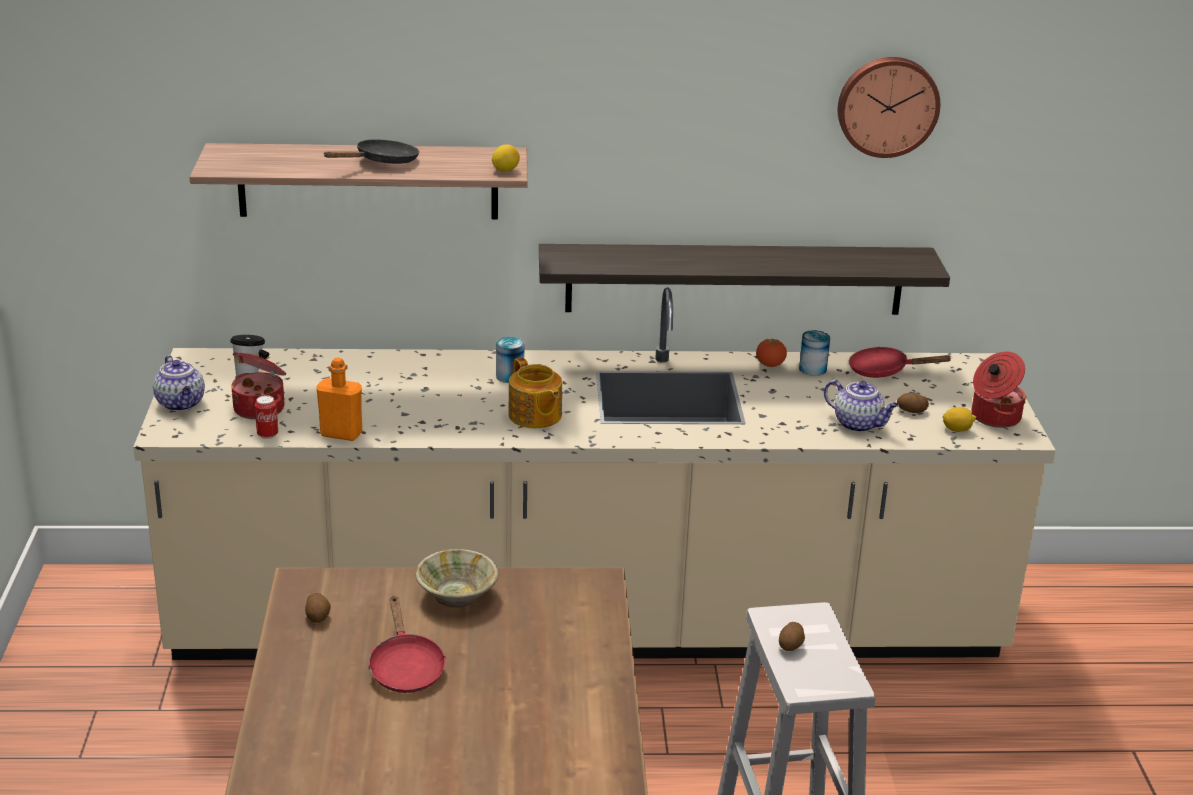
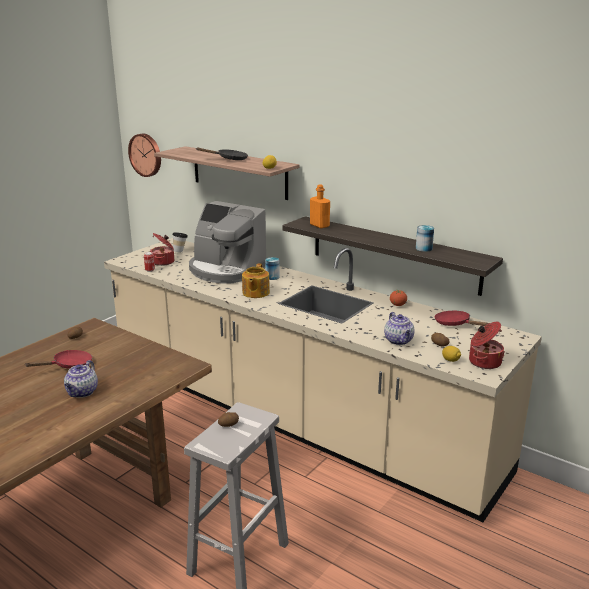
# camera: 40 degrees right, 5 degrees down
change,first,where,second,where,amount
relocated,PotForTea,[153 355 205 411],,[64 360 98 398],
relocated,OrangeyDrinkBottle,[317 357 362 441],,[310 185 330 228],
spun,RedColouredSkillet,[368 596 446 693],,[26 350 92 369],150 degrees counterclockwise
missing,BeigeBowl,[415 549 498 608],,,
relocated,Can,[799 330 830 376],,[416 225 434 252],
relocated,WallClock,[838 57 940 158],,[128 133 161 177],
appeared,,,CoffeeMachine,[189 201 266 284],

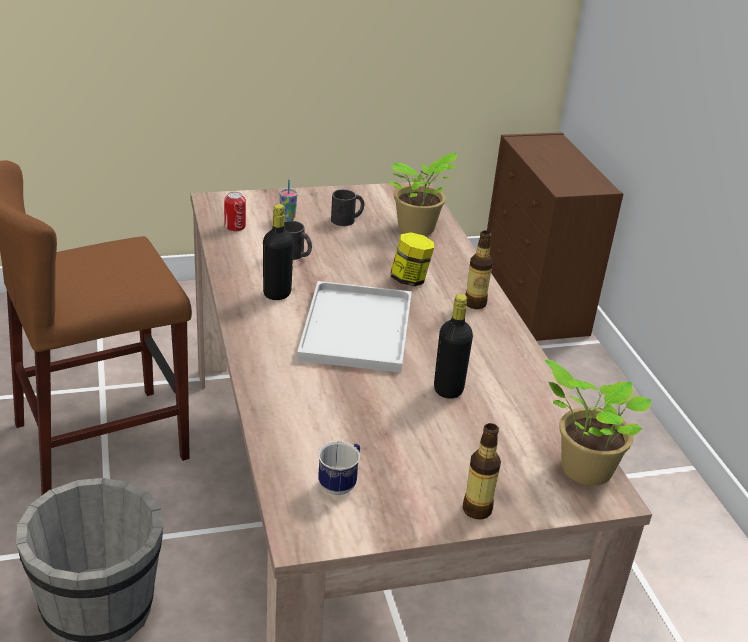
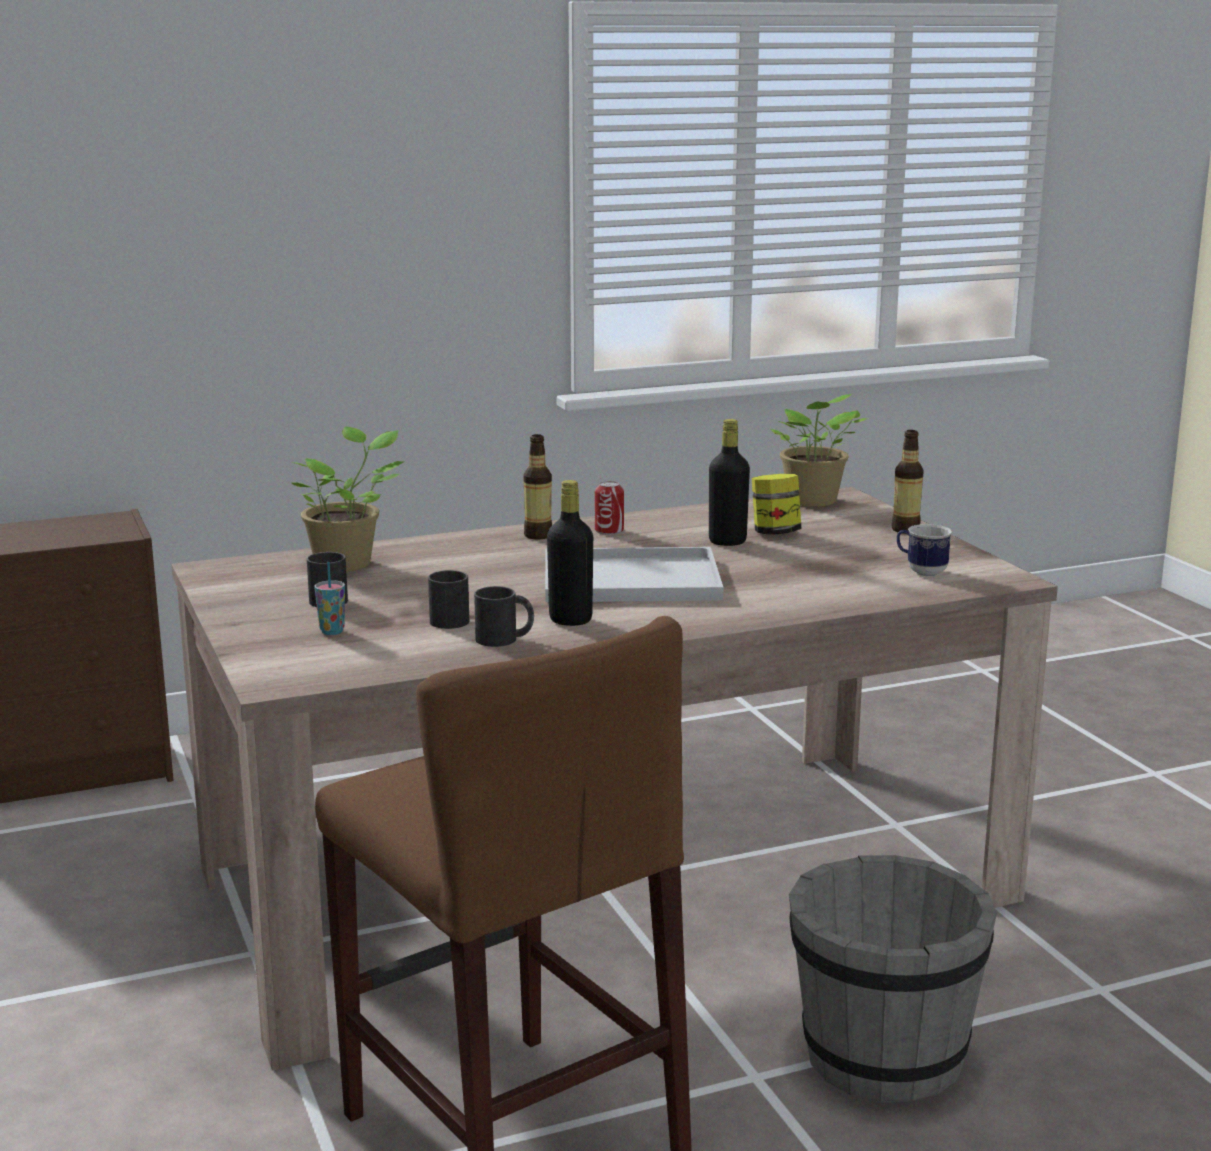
# camera: 95 degrees left, 15 degrees down
change,first,where,second,where,amount
relocated,Can,[224 192 246 232],,[595 481 624 535],
relocated,PreserveJar,[391 232 434 286],,[752 474 802 534],
appeared,,,BlackMug,[474 586 534 647],

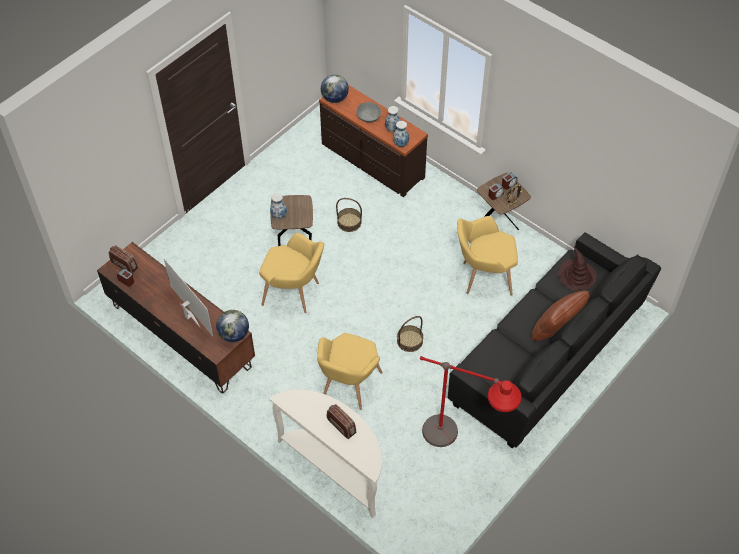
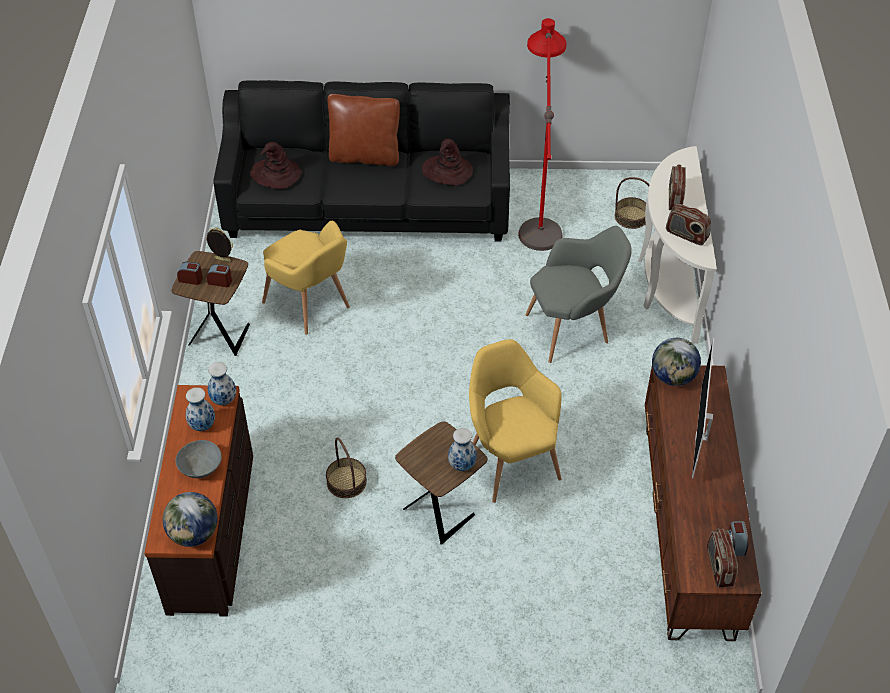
# camera: 130 degrees left, 5 degrees down
change,first,where,second,where,amount
colour,YellowEasyChair,[317 333 383 410],GreyishEasyChair,[525 226 632 363],
relocated,HouseholdBasket,[397 316 423 352],,[615 177 650 229],
appeared,,,BrownColouredClothingHat,[422 139 473 185],
appeared,,,RadioSet,[666 204 711 245],

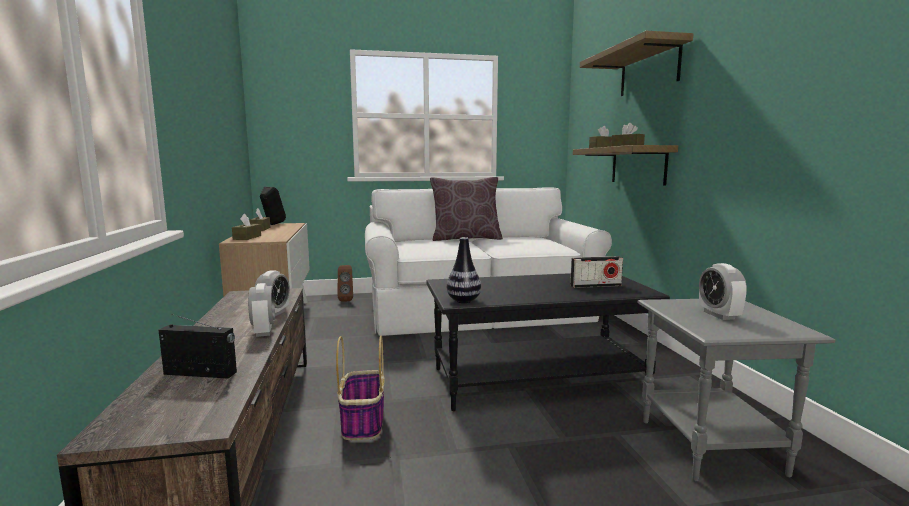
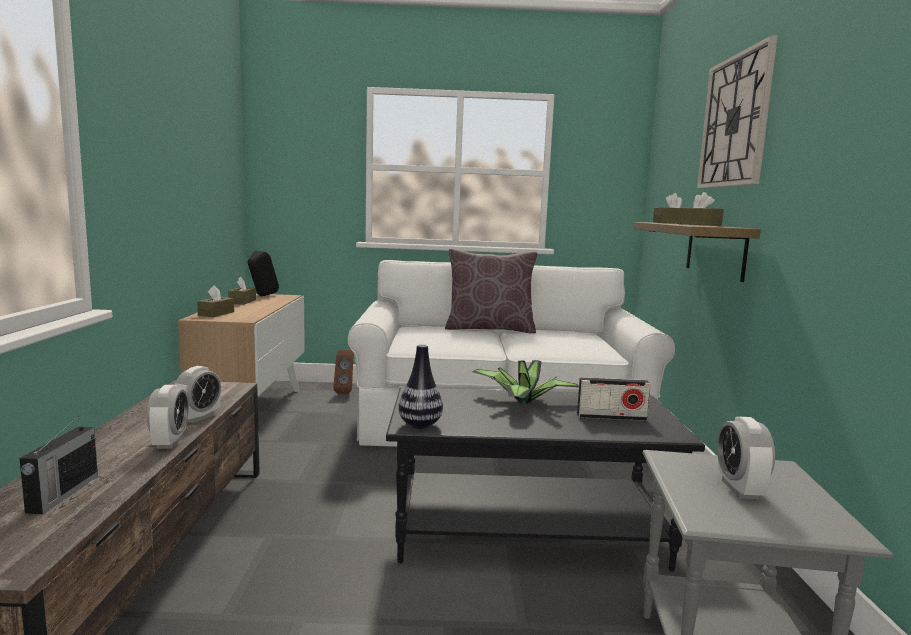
# camera: 10 degrees right, 0 degrees up
change,first,where,second,where,amount
spun,RadioSet,[159 314 237 379],,[19 416 98 514],75 degrees clockwise
missing,HouseholdBasket,[336 335 385 440],,,
exchanged,WallShelf,[580 31 693 96],WallClock,[697 35 778 188],
appeared,,,PlantInAPot,[473 360 579 404],

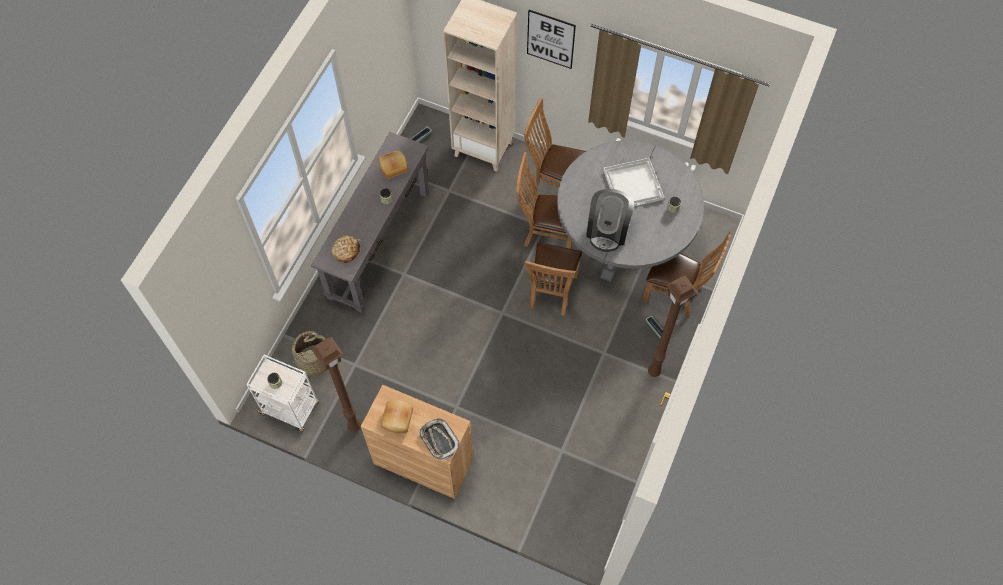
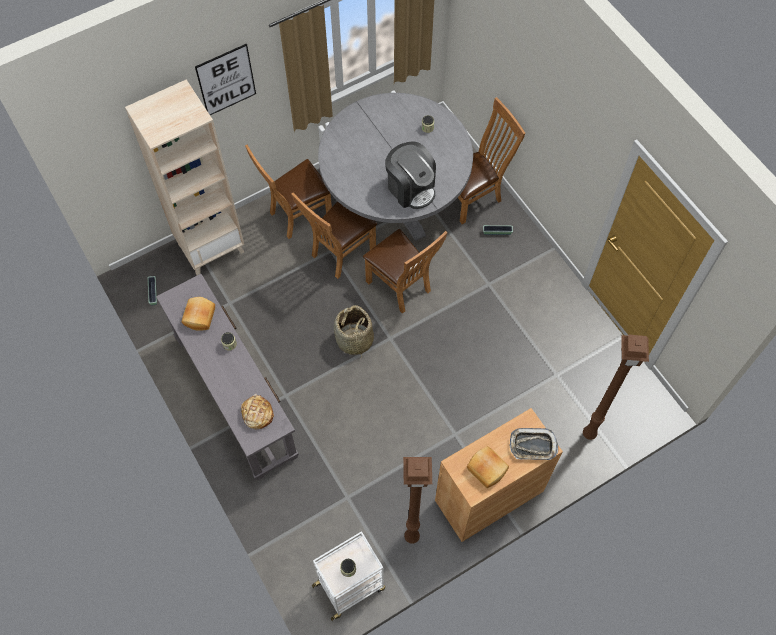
# camera: 55 degrees left, 0 degrees up
change,first,where,second,where,amount
relocated,HouseholdBasket,[292 331 327 376],,[334 305 374 359],
missing,WhitishTray,[603 158 664 206],,,
relocated,BrownColouredStandardLamp,[648 275 697 377],,[583 334 649 440],

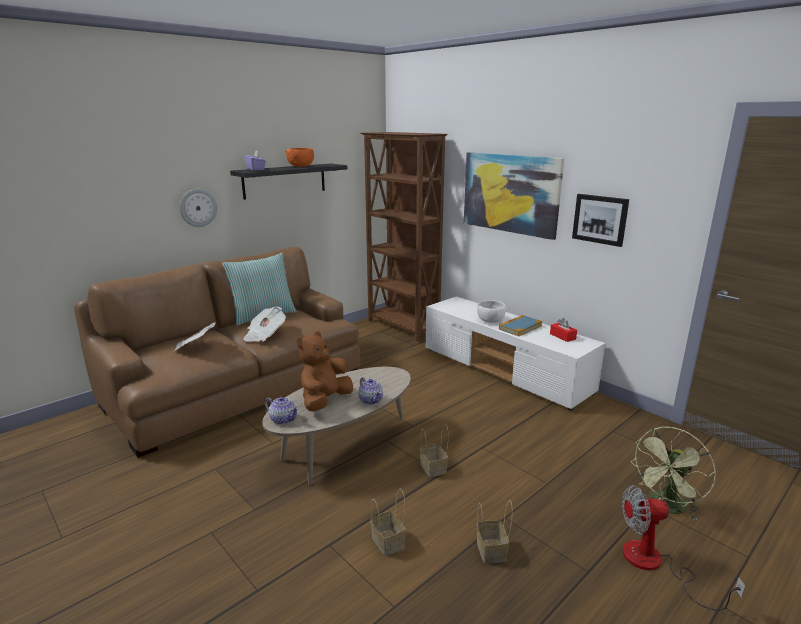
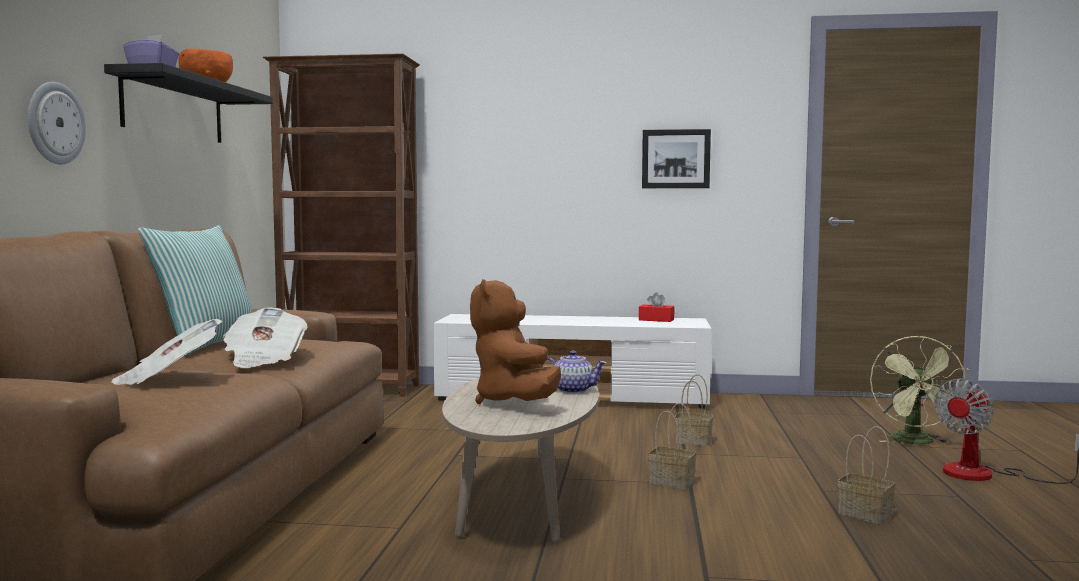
# camera: 40 degrees left, 15 degrees down
change,first,where,second,where,amount
missing,PotForTea,[265 397 299 424],,,
relocated,HouseholdBasket,[370 489 406 556],,[674 374 713 446],
missing,WallPicture,[464 152 564 240],,,
missing,WhitishBowl,[477 300 507 323],,,
missing,BoundBook,[499 315 543 336],,,

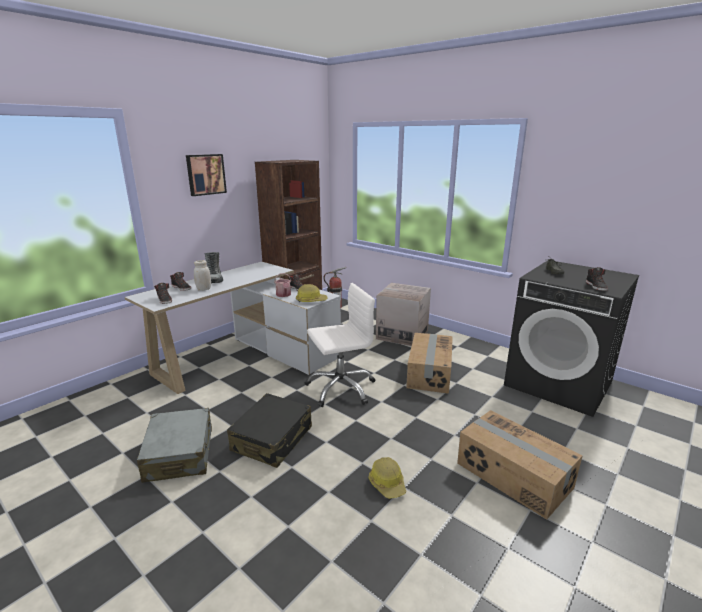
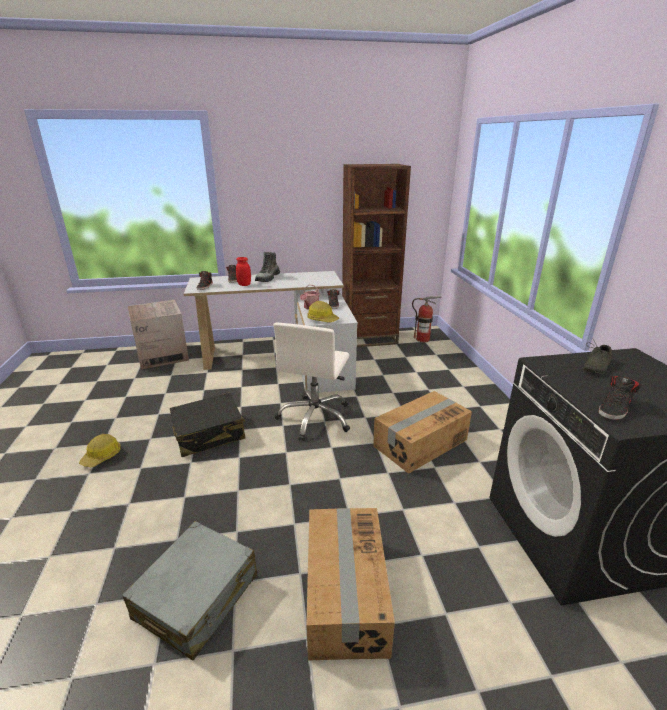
# camera: 40 degrees right, 5 degrees up
change,first,where,second,where,amount
relocated,GreyishSuitcase,[137 408 212 483],,[122 521 257 660],
missing,WallPicture,[186 154 227 196],,,
colour,WhitishPreserveJar,[194 260 211 291],RedColouredPreserveJar,[236 257 251 286],
spun,WhitishOfficeChair,[305 283 375 407],,[274 323 350 441],90 degrees clockwise
relocated,HardHat,[369 457 406 499],,[79 434 121 467],
relocated,PackingBox,[376 283 431 346],,[128 300 189 370],

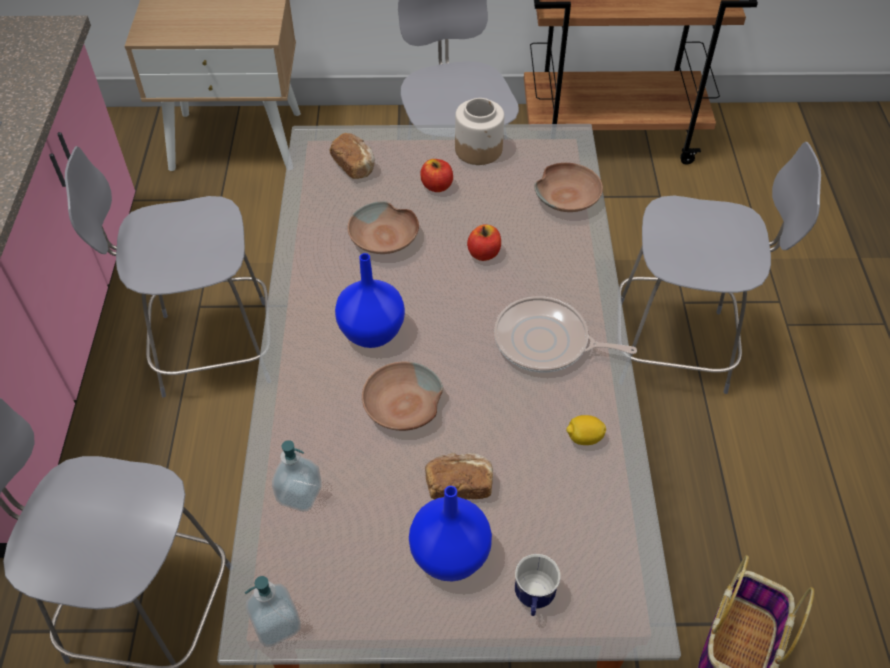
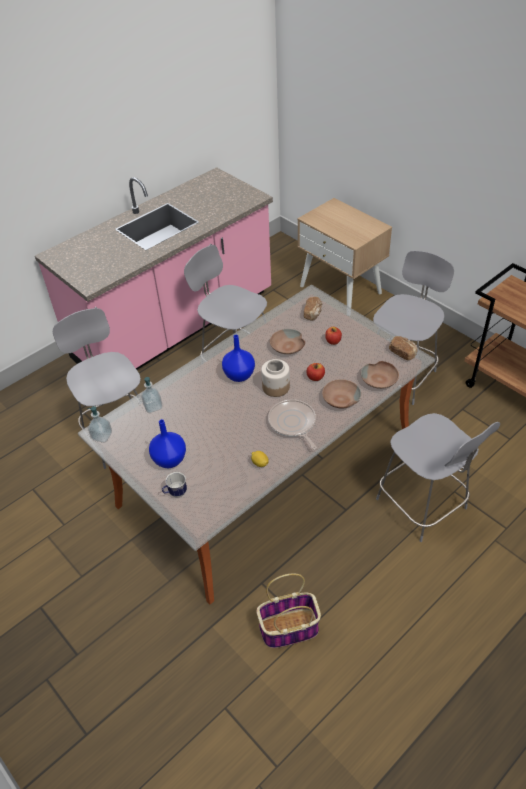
# camera: 50 degrees right, 5 degrees down
change,first,where,second,where,amount
relocated,BrownColouredBowl,[362 362 443 431],,[322 379 361 409],
relocated,BakedBread,[425 453 493 499],,[389 336 418 360],
relocated,PreserveJar,[455 98 504 165],,[261 359 290 397],

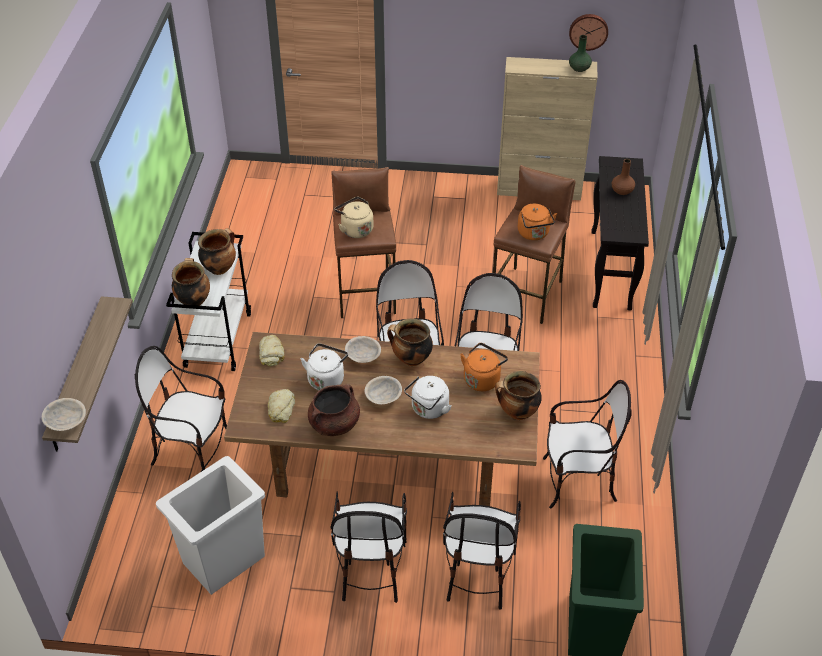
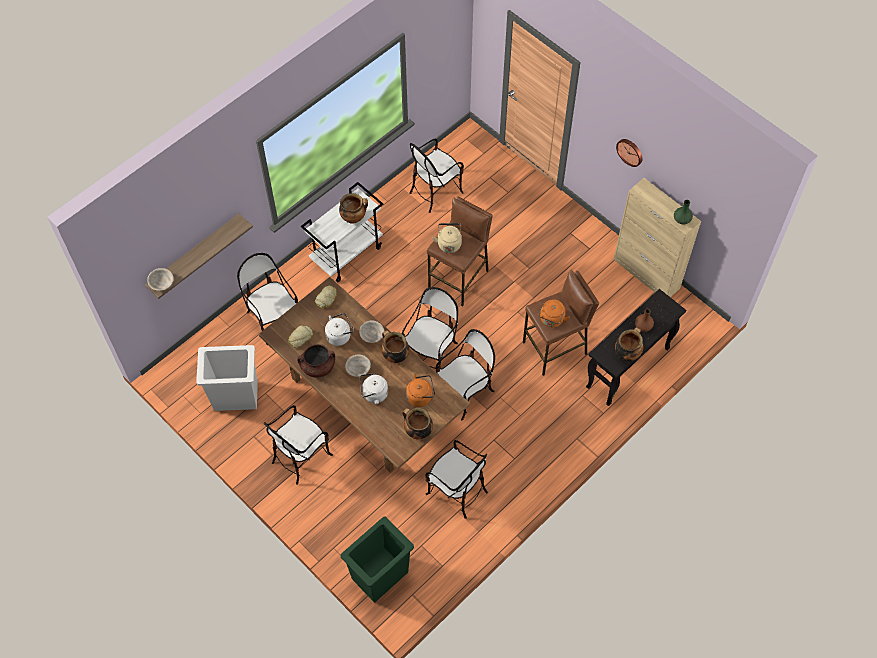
# camera: 40 degrees right, 15 degrees up
change,first,where,second,where,amount
relocated,Stockpot,[172 258 210 306],,[615 327 643 361],
relocated,Chair,[443 492 521 609],,[409 138 464 213],
relocated,WallClock,[569 14 608 51],,[616 139 642 167],

